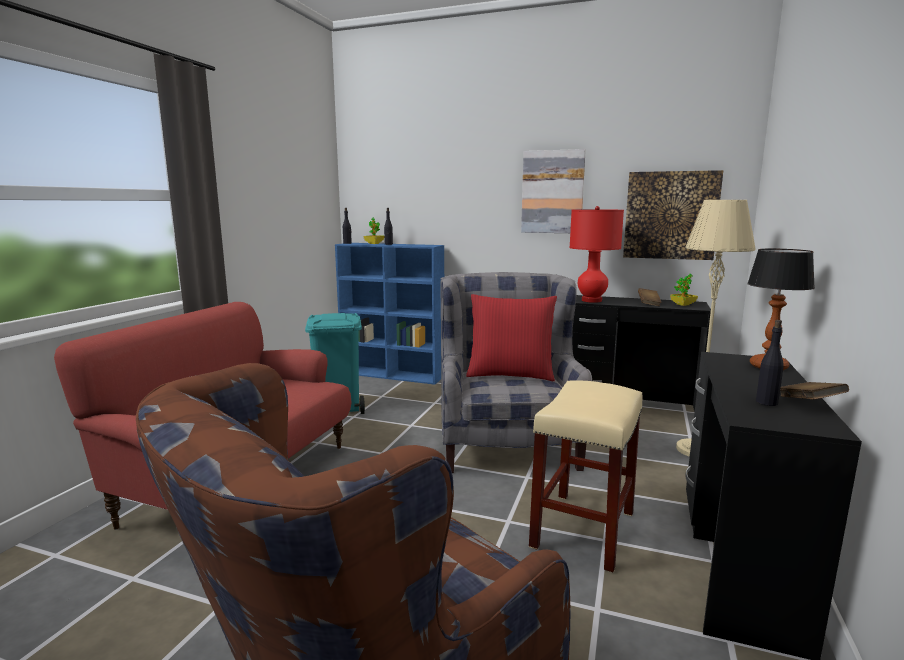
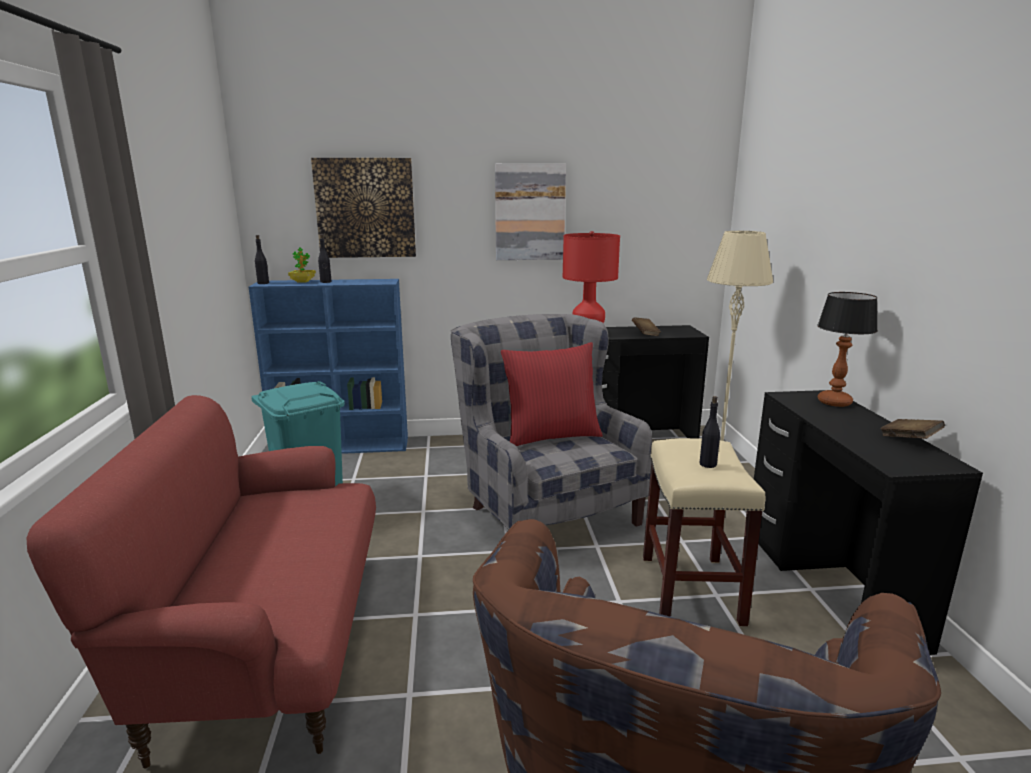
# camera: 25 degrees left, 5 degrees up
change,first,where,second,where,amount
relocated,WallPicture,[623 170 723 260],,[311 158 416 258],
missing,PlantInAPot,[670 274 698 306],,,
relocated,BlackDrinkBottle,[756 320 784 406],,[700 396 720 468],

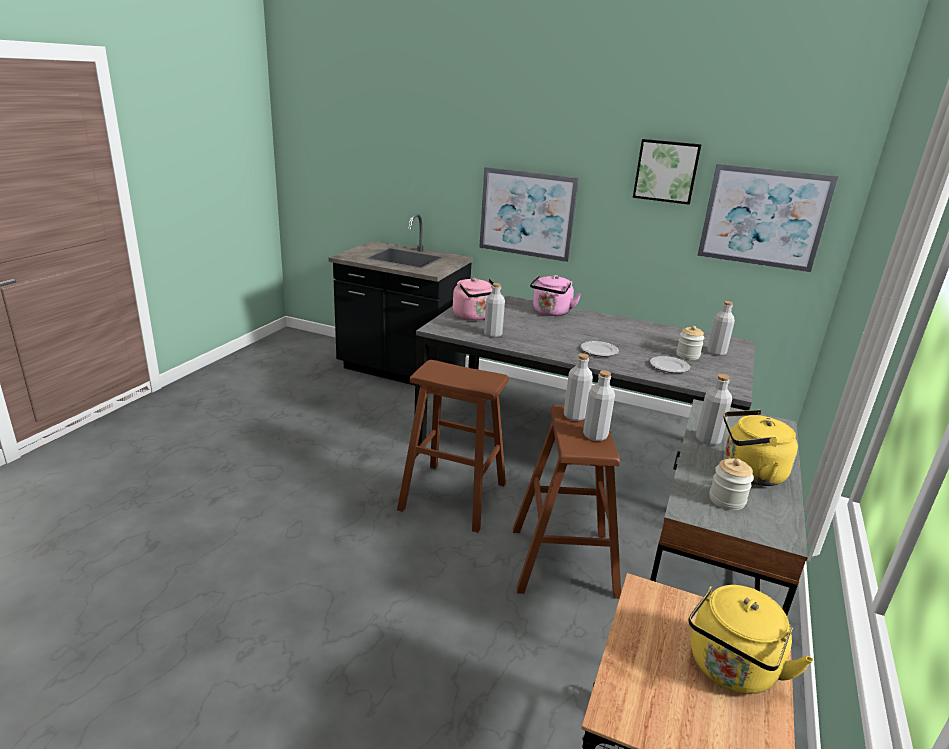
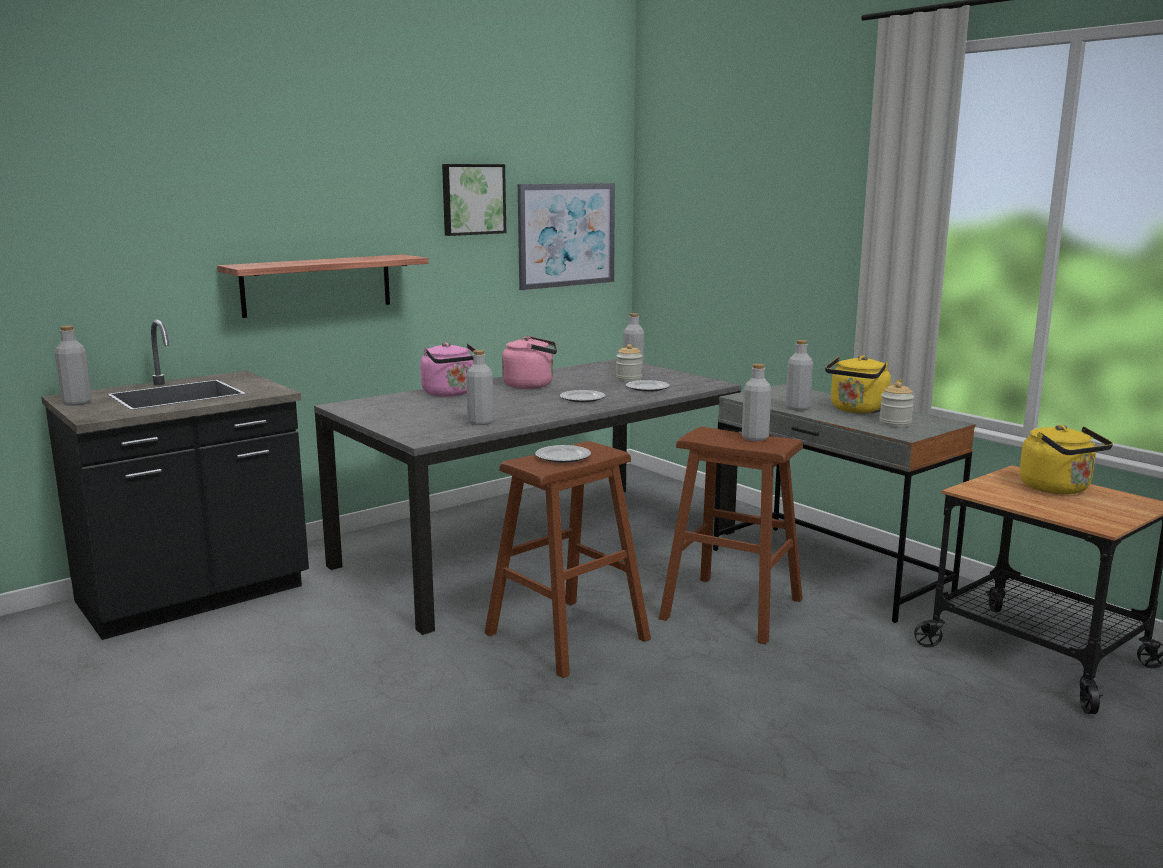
# camera: 60 degrees left, 10 degrees down
change,first,where,second,where,amount
relocated,PinkColouredKettle,[453 278 502 321],,[502 336 557 389],
exchanged,WallPicture,[479 167 579 262],WallShelf,[217 254 429 318],
relocated,GreyishDrinkBottle,[564 353 593 421],,[55 326 92 406],
appeared,,,FlatDish,[535 445 591 463],

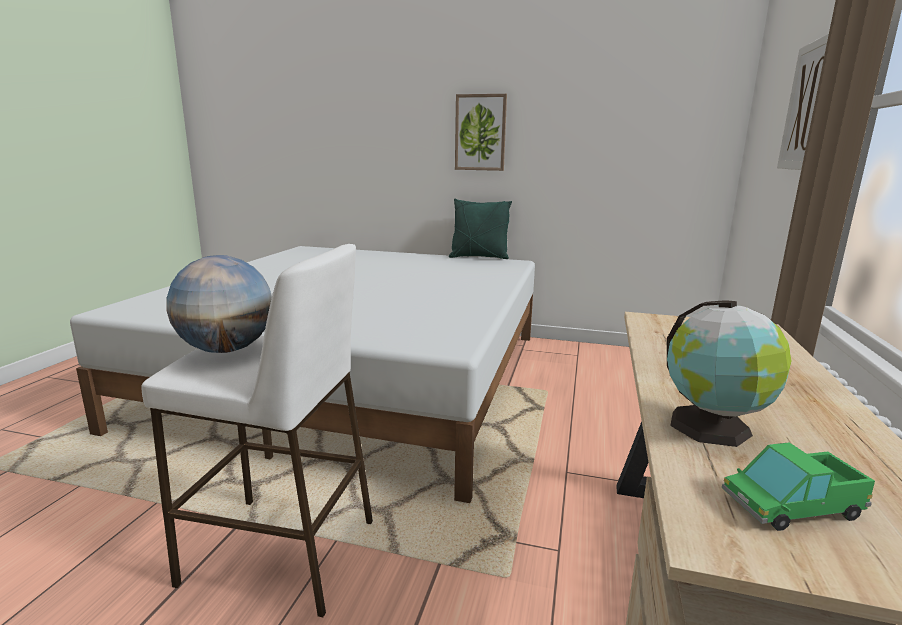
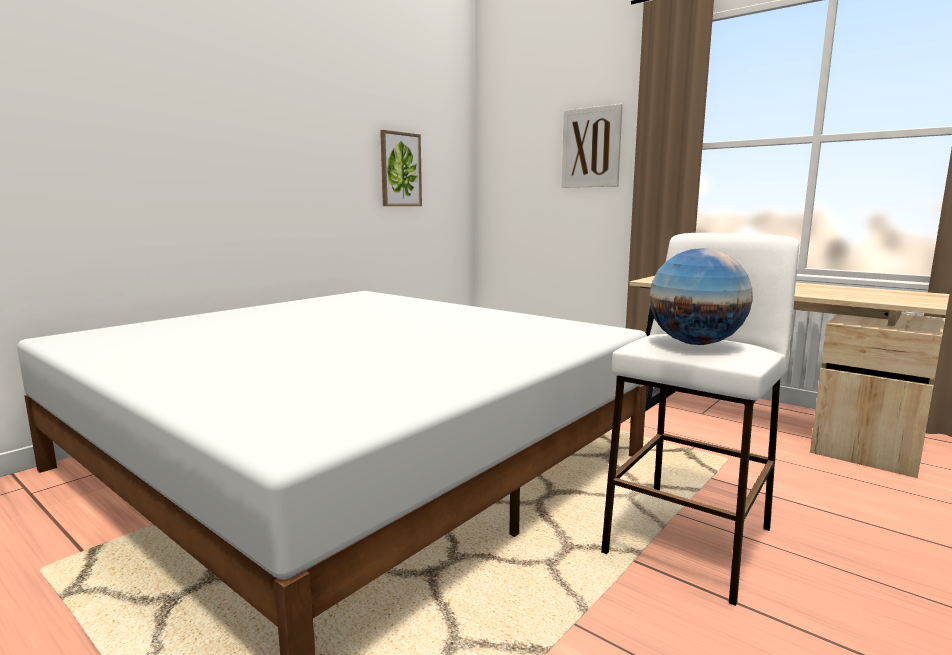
# camera: 65 degrees left, 5 degrees down
change,first,where,second,where,amount
missing,GreenishCushion,[449 198 512 259],,,
relocated,WallPicture,[455 94 507 171],,[380 130 422 206],
missing,DeskGlobe,[667 300 791 447],,,
missing,ToyLorry,[722 443 875 531],,,

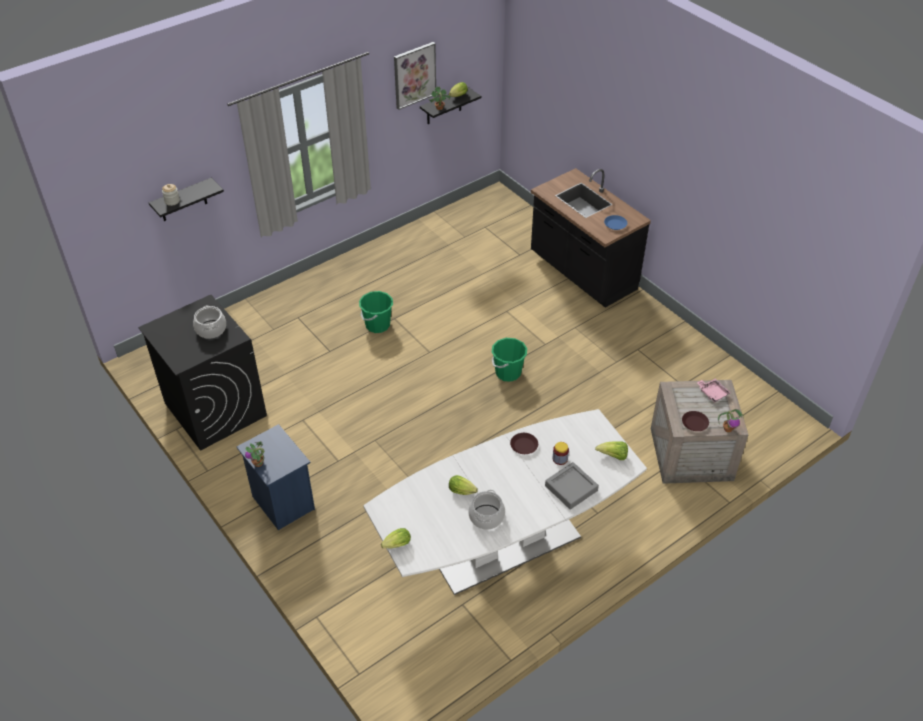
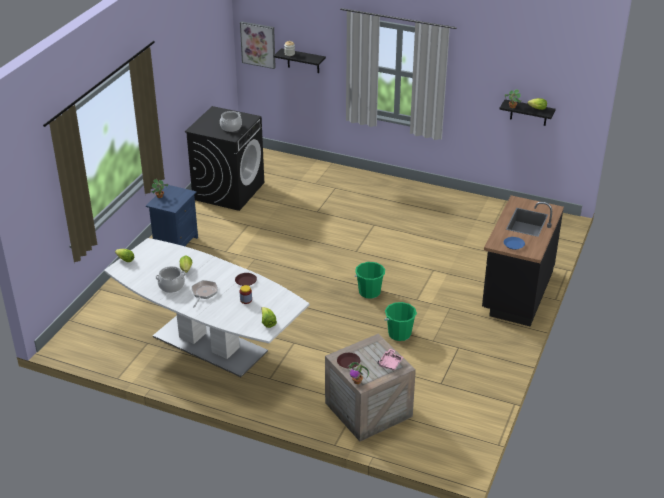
# camera: 60 degrees right, 10 degrees down
change,first,where,second,where,amount
relocated,GreenishPail,[359 291 393 333],,[384 302 417 341],
relocated,WallPicture,[394 42 436 110],,[240 21 276 69],
missing,GreyishTray,[545 462 599 510],,,
appeared,,,Skillet,[192 280 218 307],

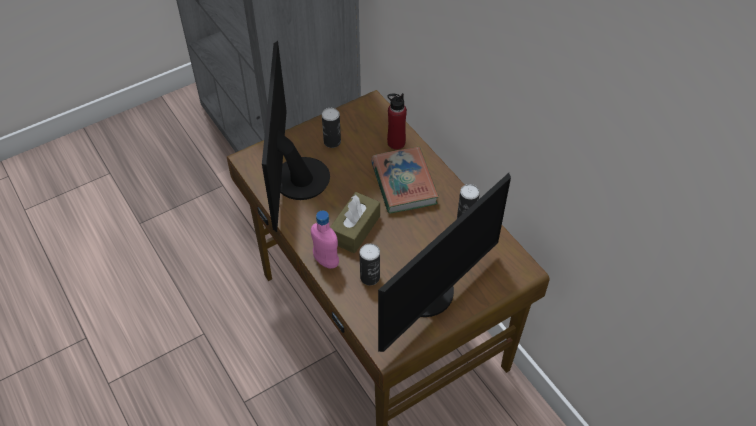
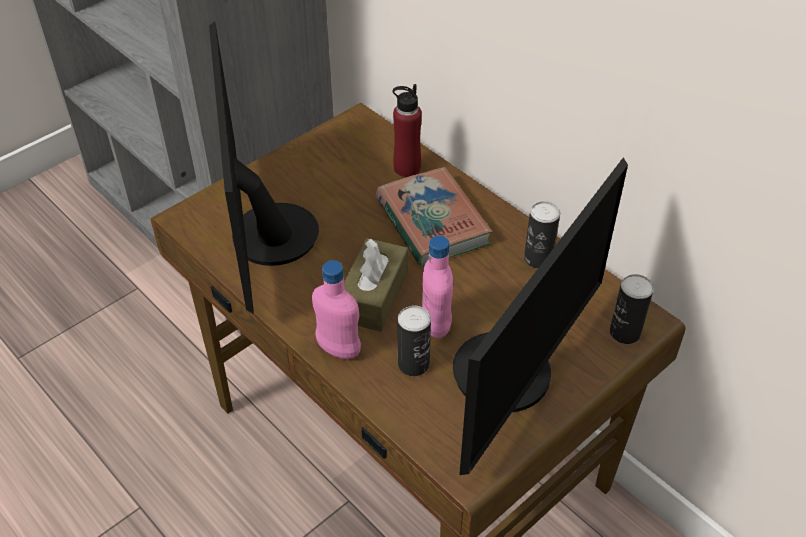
# camera: 10 degrees left, 5 degrees down
change,first,where,second,where,amount
relocated,Can,[322 108 341 148],,[610 274 654 344],
appeared,,,PinkColouredDrinkBottle,[422 235 453 338],

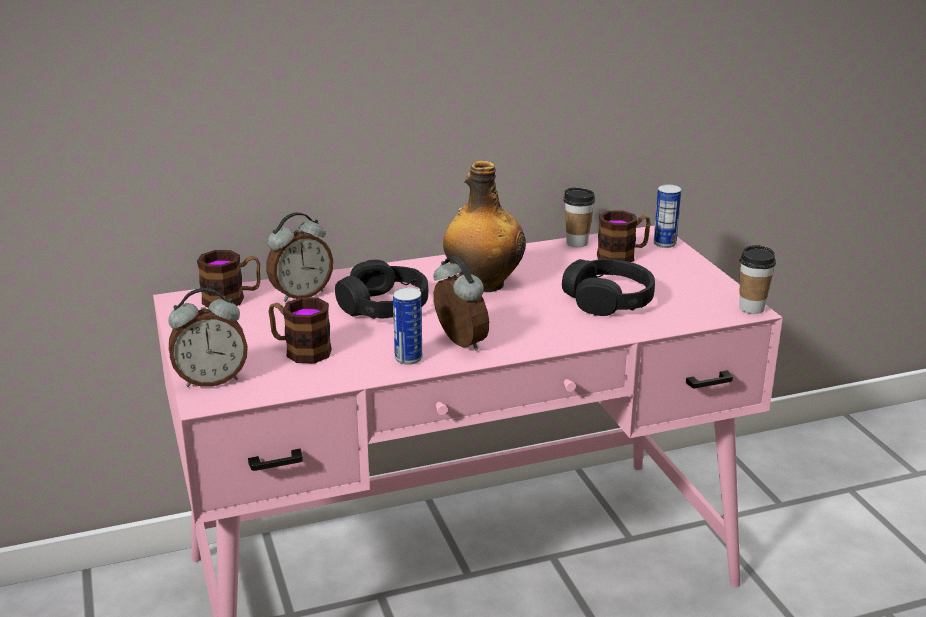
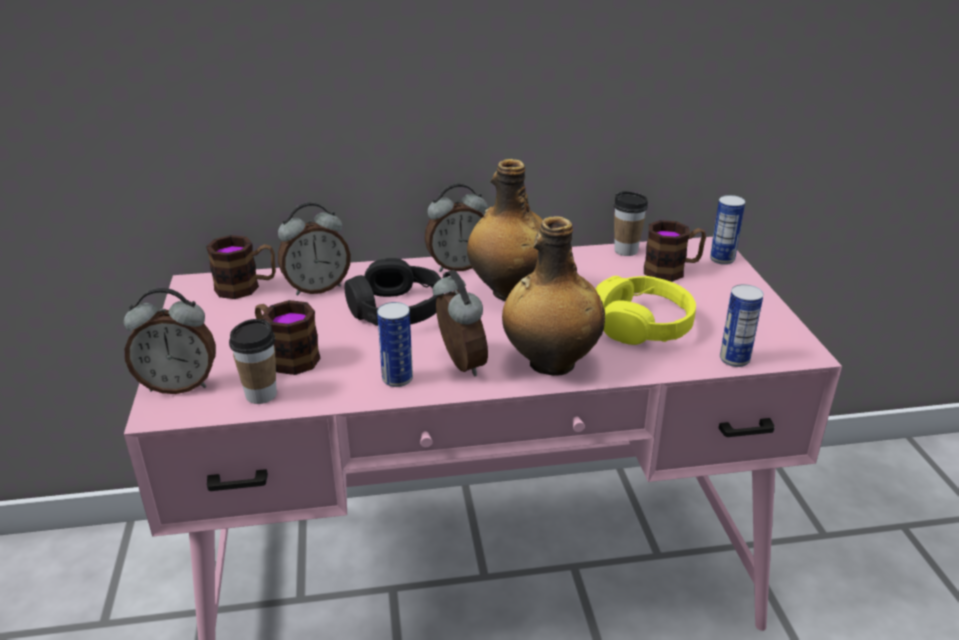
# camera: 10 degrees right, 5 degrees up
change,first,where,second,where,amount
colour,BlackHeadset,[562 259 655 316],YellowHeadset,[595 276 696 345],
relocated,DrinkingCup,[739 245 776 314],,[229 319 277 404],
appeared,,,BedsideClock,[425 184 488 272],
appeared,,,DrinkBottle,[502 216 605 376],
appeared,,,Can,[720 284 764 367],

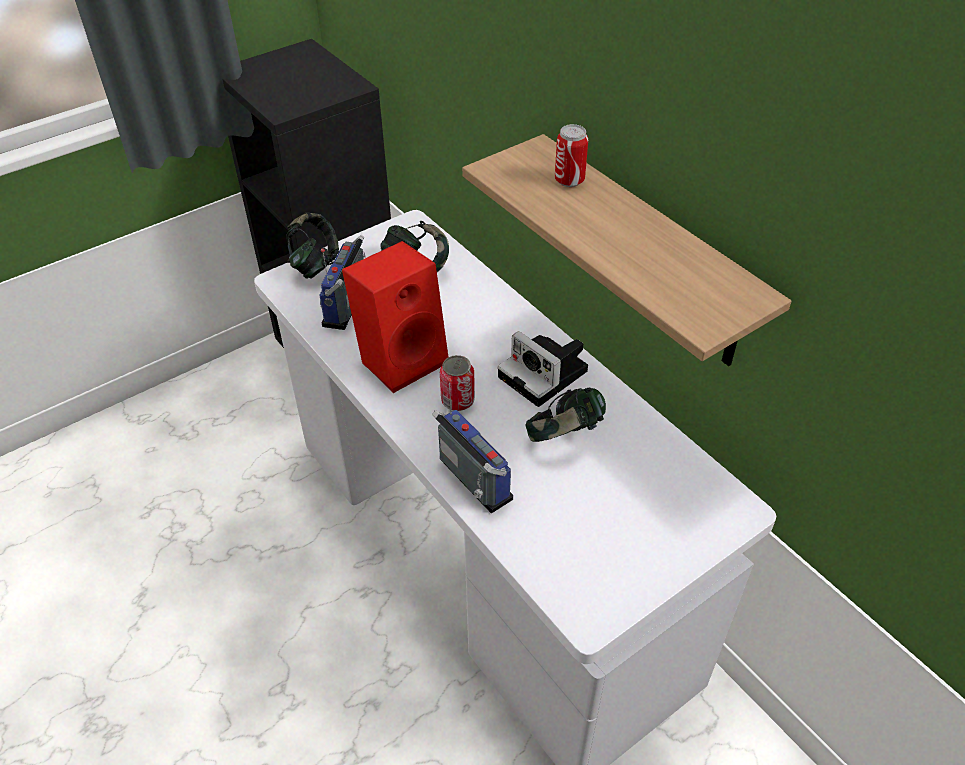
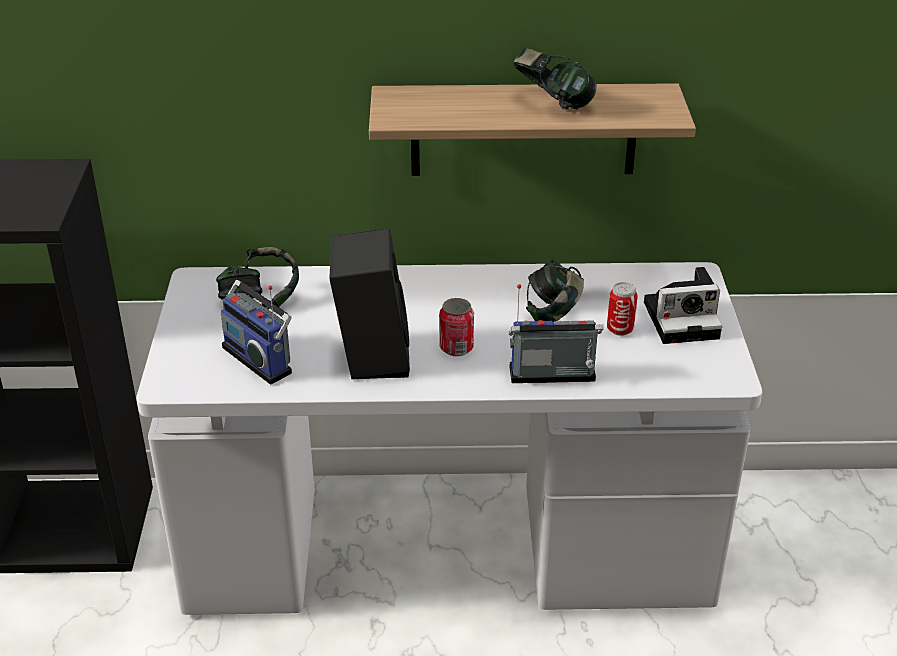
# camera: 55 degrees left, 10 degrees down
change,first,where,second,where,amount
relocated,Headset,[286 212 339 279],,[513 48 597 110],
colour,RedColouredLoudspeaker,[342 241 448 393],BlackLoudspeaker,[329 228 410 379],
relocated,PhotoCamera,[498 331 588 407],,[644 267 722 344],
relocated,Can,[555 124 588 187],,[607 282 638 336],

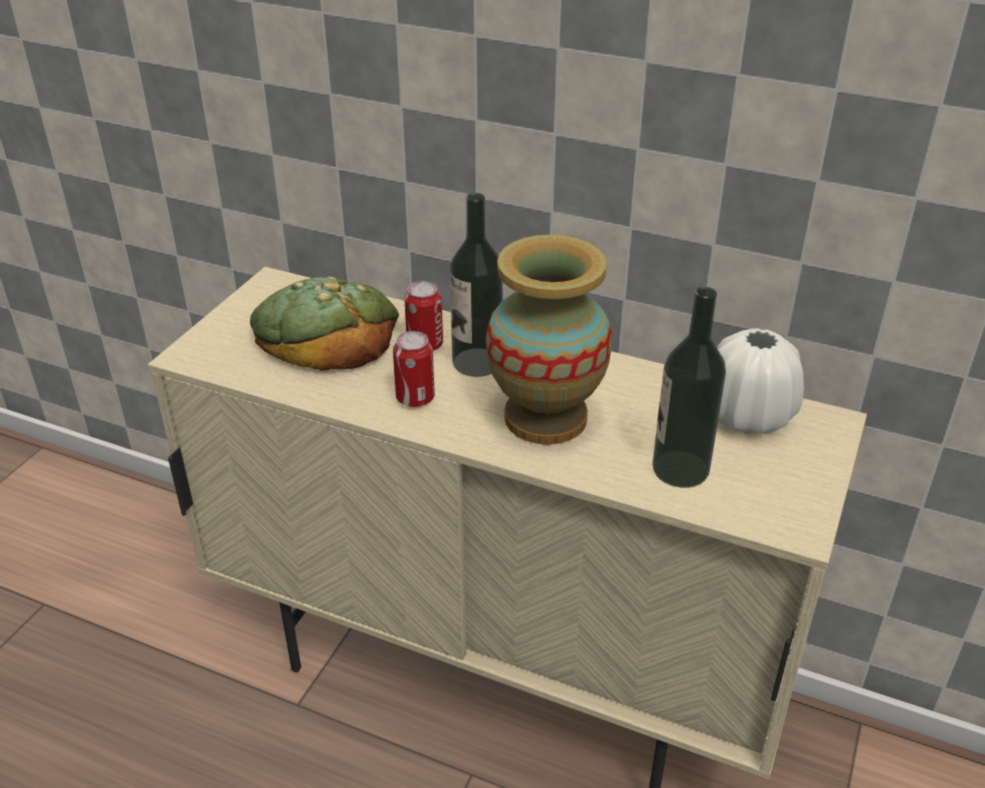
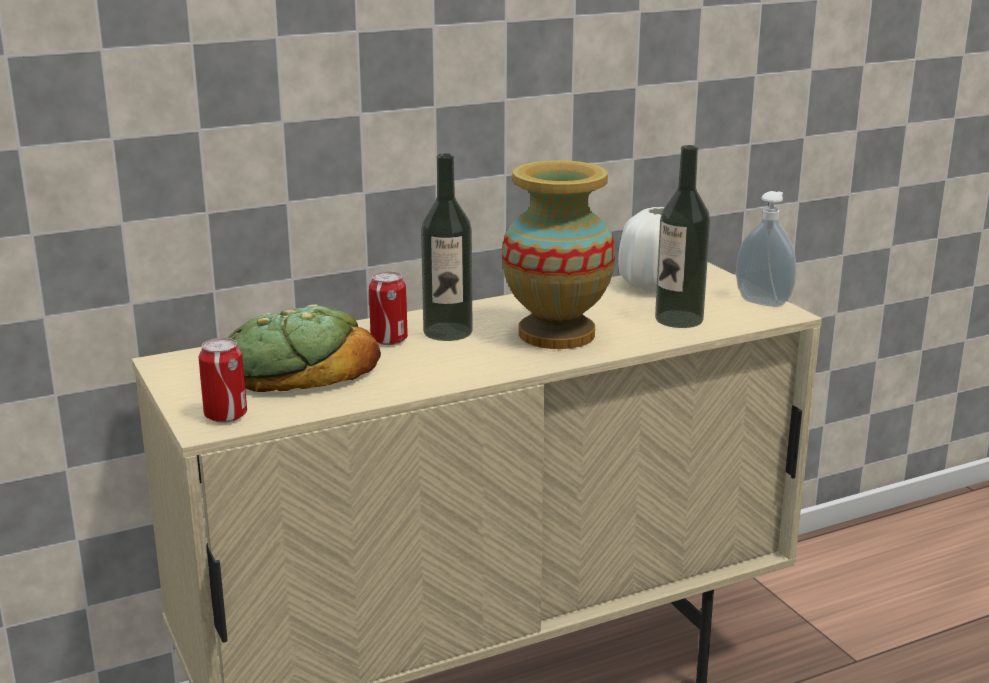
# camera: 50 degrees left, 15 degrees down
change,first,where,second,where,amount
relocated,Can,[393 331 435 407],,[199 338 247 423],
appeared,,,LiquidSoapBottle,[736 191 796 307],

